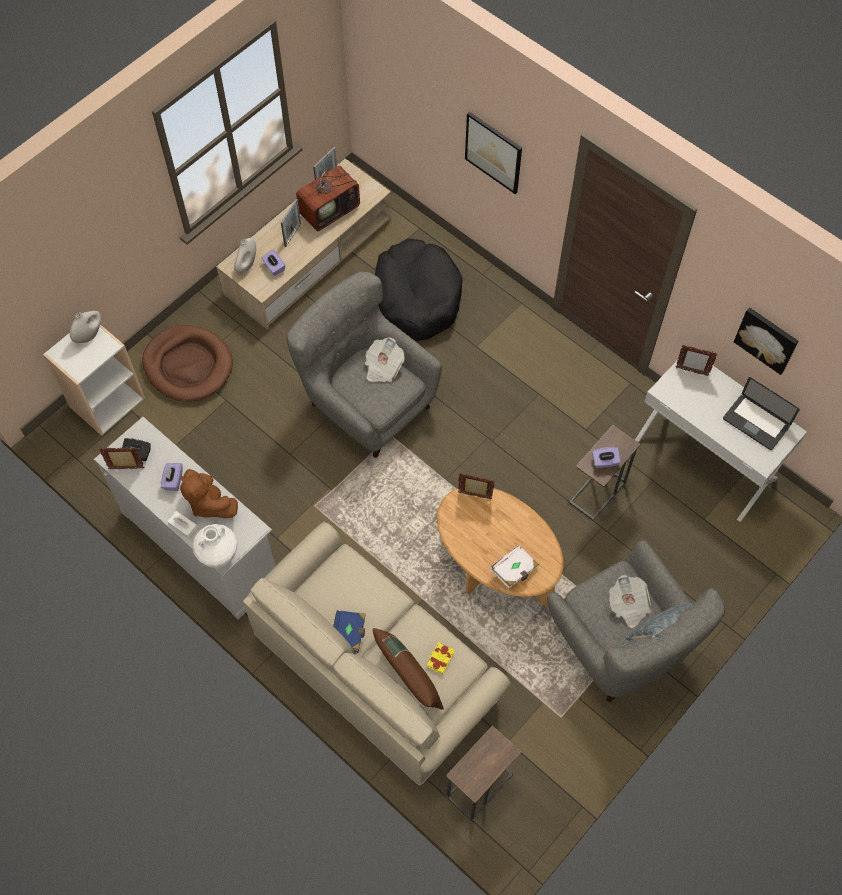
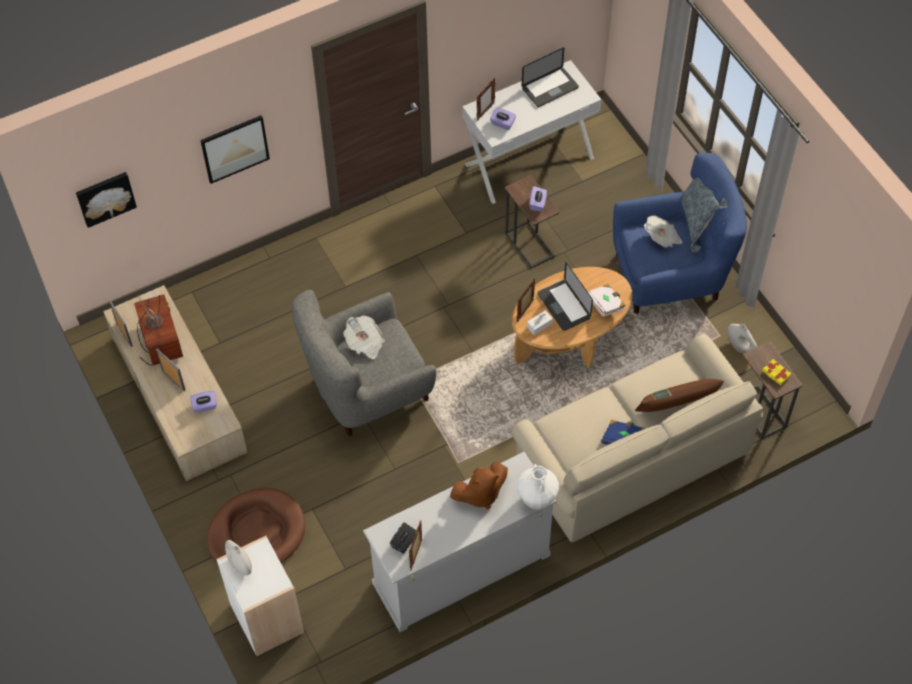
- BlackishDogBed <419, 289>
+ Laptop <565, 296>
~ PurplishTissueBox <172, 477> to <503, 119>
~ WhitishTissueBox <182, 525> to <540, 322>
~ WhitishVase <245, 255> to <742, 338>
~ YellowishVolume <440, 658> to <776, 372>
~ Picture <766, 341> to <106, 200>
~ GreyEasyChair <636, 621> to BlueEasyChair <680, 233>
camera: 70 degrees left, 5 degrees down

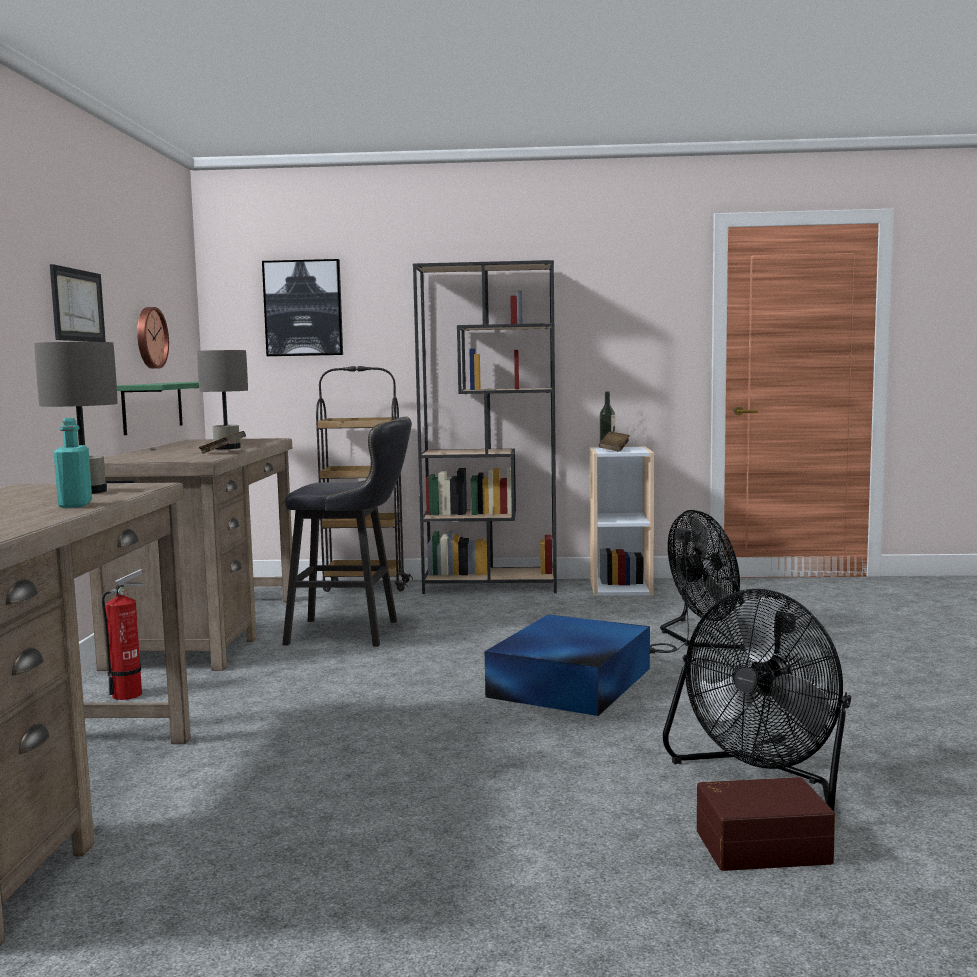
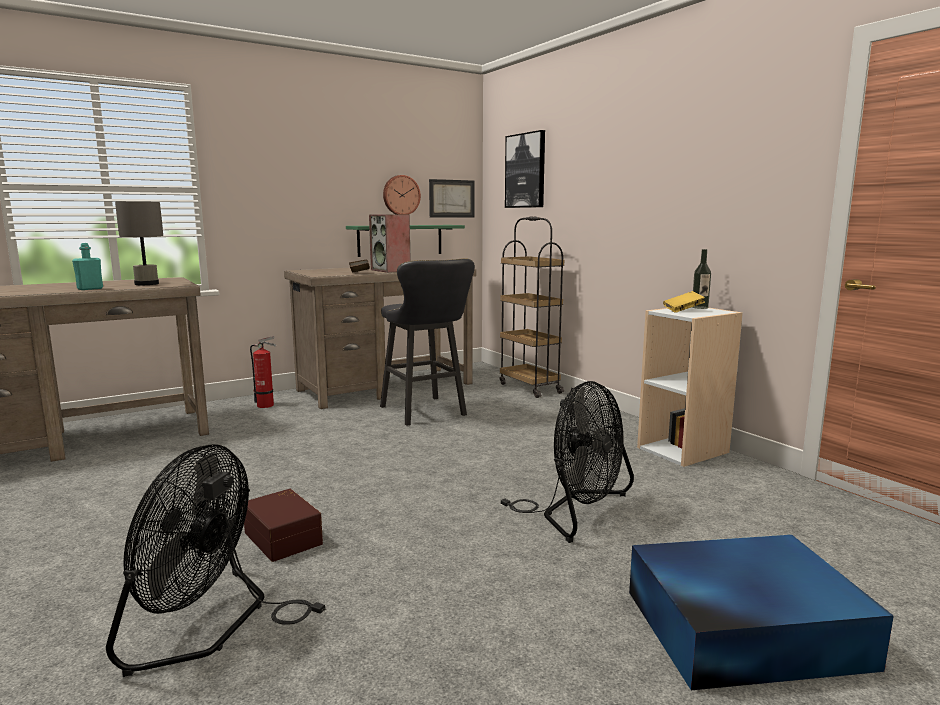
- ShelvingUnit <485, 427>
~ Picture <78, 303> to <452, 198>
~ BlueStorageContainer <567, 665> to <761, 612>
~ BrownishStorageContainer <766, 824> to <283, 525>
~ GreyTabletopLamp <222, 399> to Loudspeaker <390, 243>
~ BrownishVolume <614, 441> to YellowishVolume <684, 302>
camera: 55 degrees right, 5 degrees up

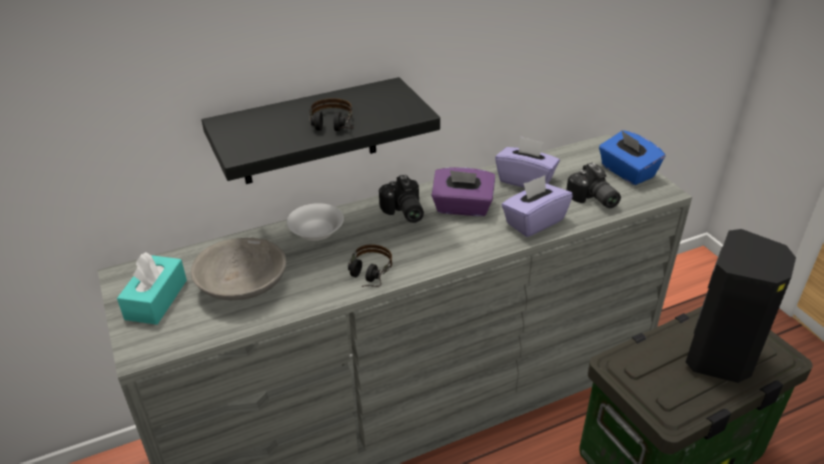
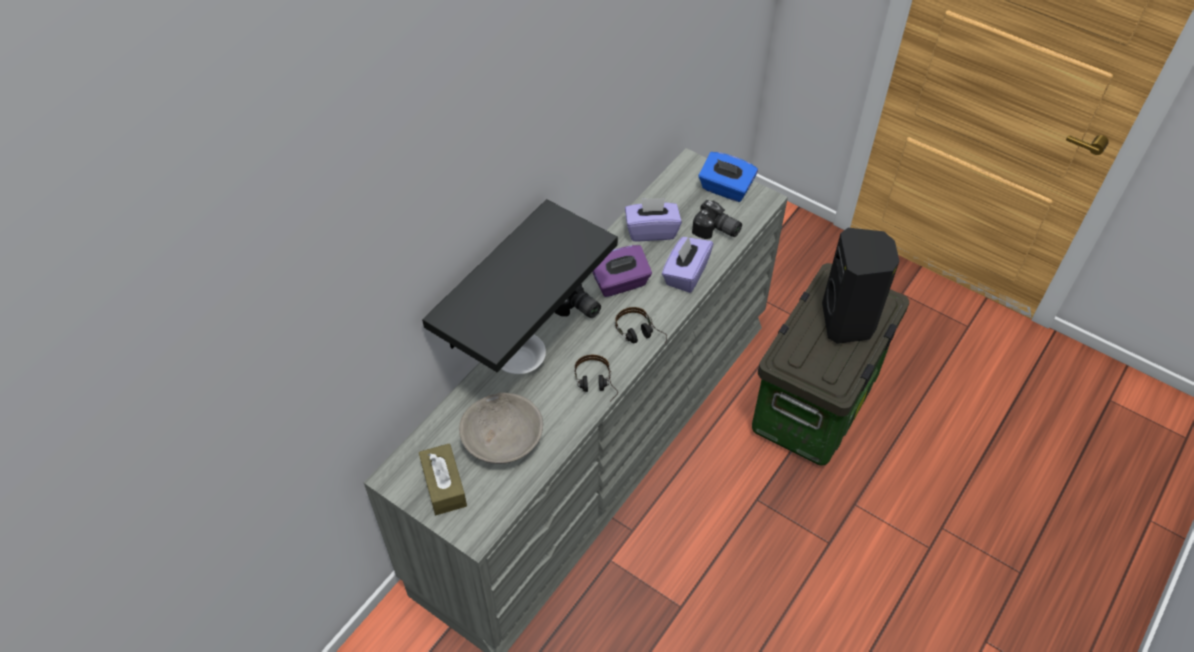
~ Headset <331, 114> to <641, 325>
~ BlueGreenTissueBox <152, 288> to BrownishTissueBox <443, 479>
camera: 30 degrees left, 15 degrees up

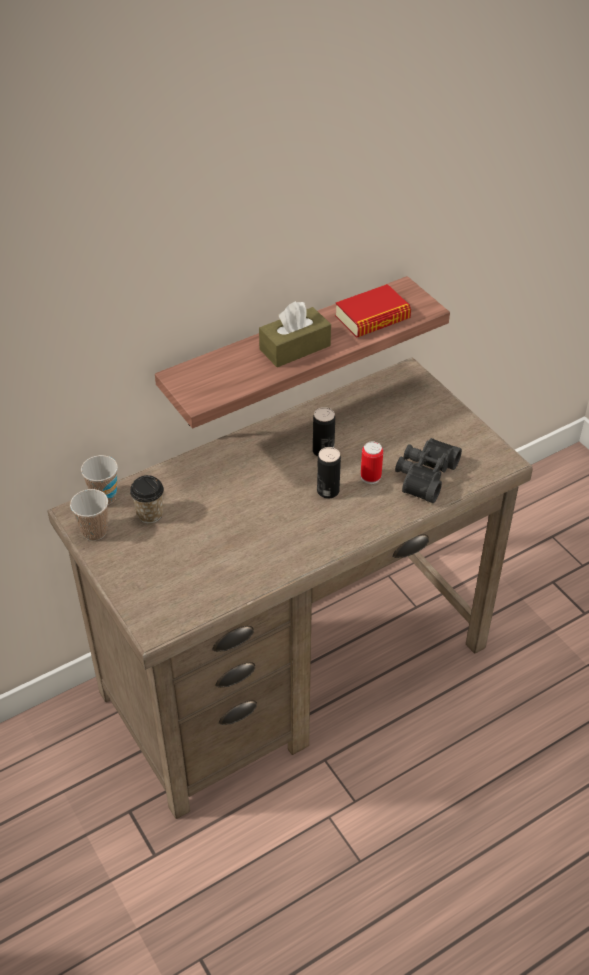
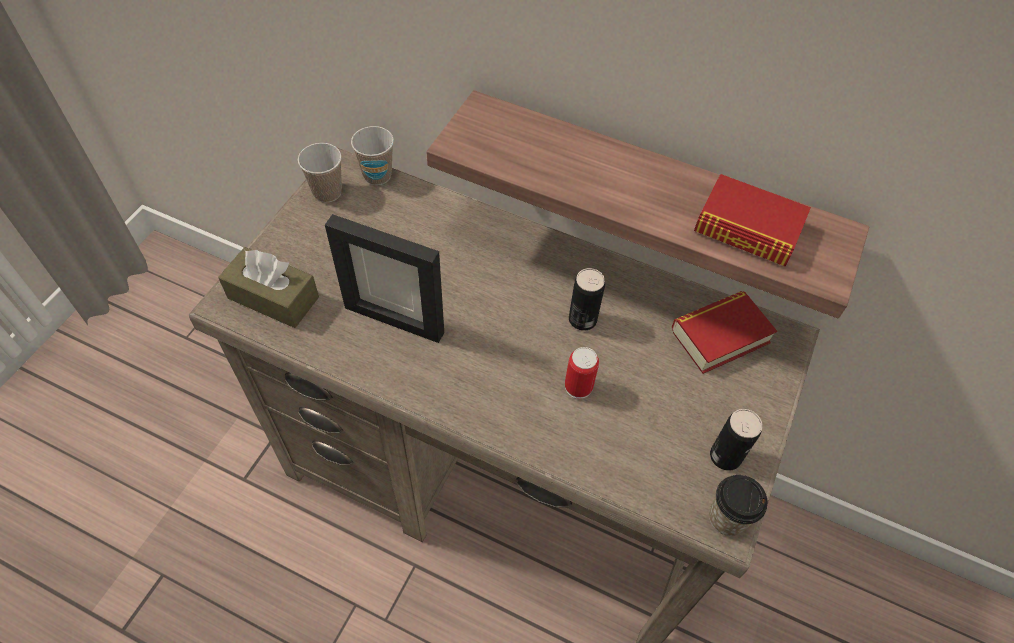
- BlackishFieldGlasses <428, 470>
+ PhotoFrame <384, 278>
+ Volume <724, 332>
~ DrinkingCup <147, 499> to <738, 505>
~ BrownishTissueBox <295, 334> to <268, 287>
~ MetalCan <329, 473> to <736, 440>
camera: 55 degrees right, 10 degrees up

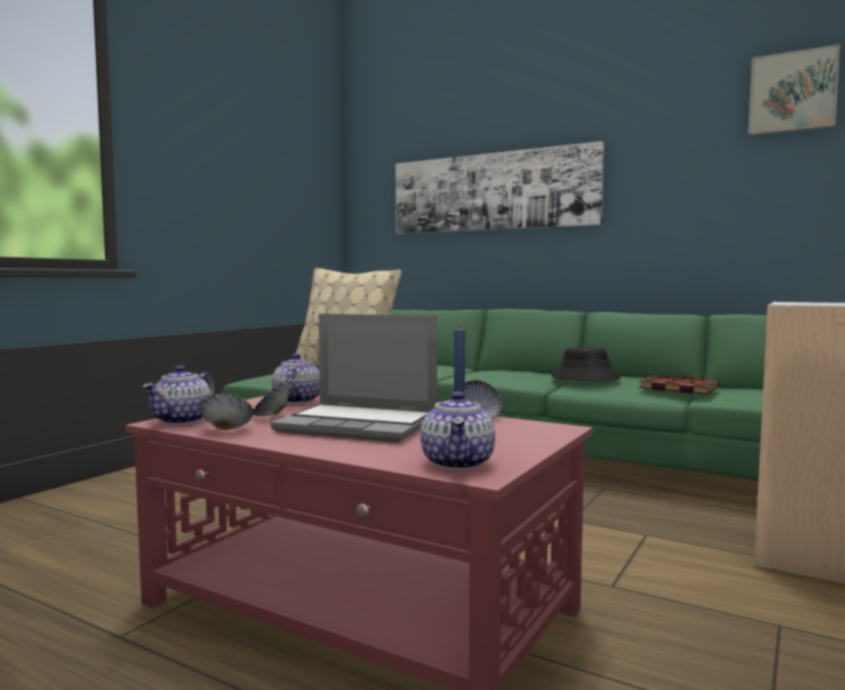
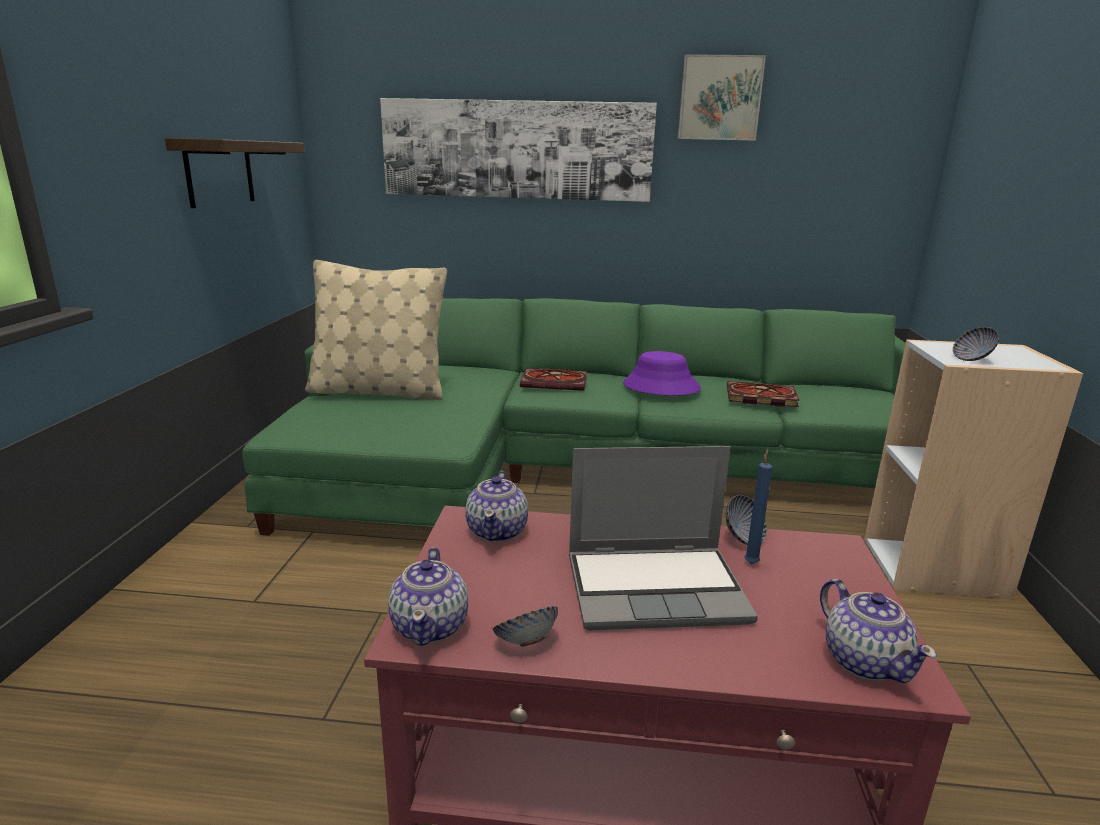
+ WallShelf <234, 173>
+ Volume <553, 379>
~ DeepDish <271, 398> to <976, 344>
~ Picture <794, 90> to <722, 97>
~ BlackishClothingHat <586, 364> to PurplishClothingHat <662, 373>
~ Teapot <296, 378> = <496, 506> 150 degrees counterclockwise
camera: 25 degrees left, 15 degrees up

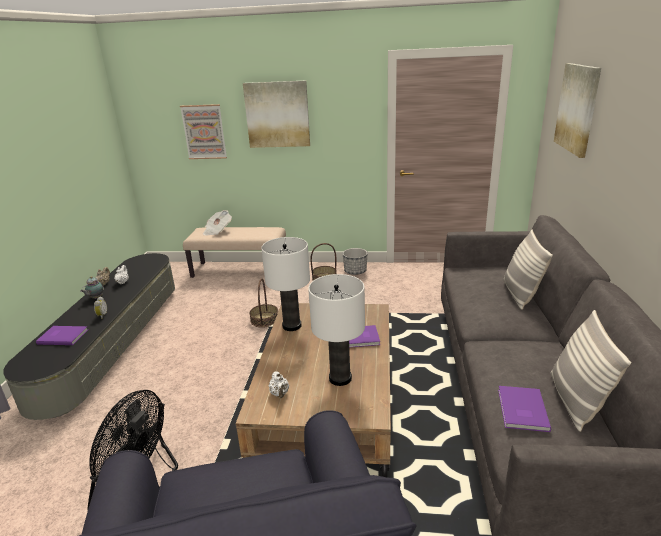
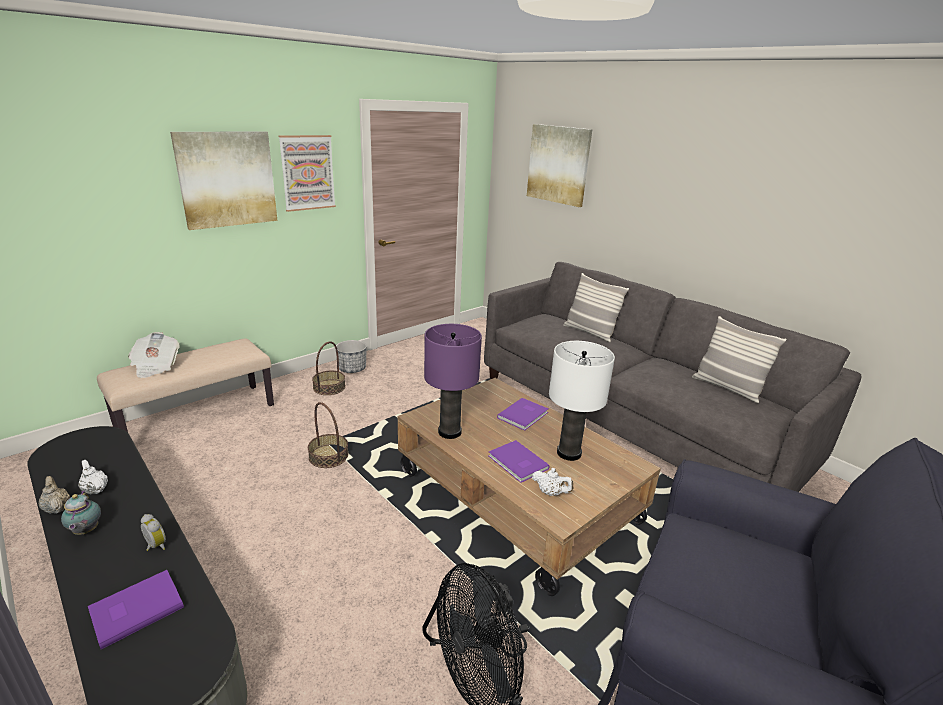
~ Picture <203, 131> to <307, 173>
~ PurplishVolume <524, 409> to <519, 461>
~ WhitishTabletopLamp <285, 284> to PurplishTabletopLamp <453, 381>
camera: 50 degrees left, 0 degrees up

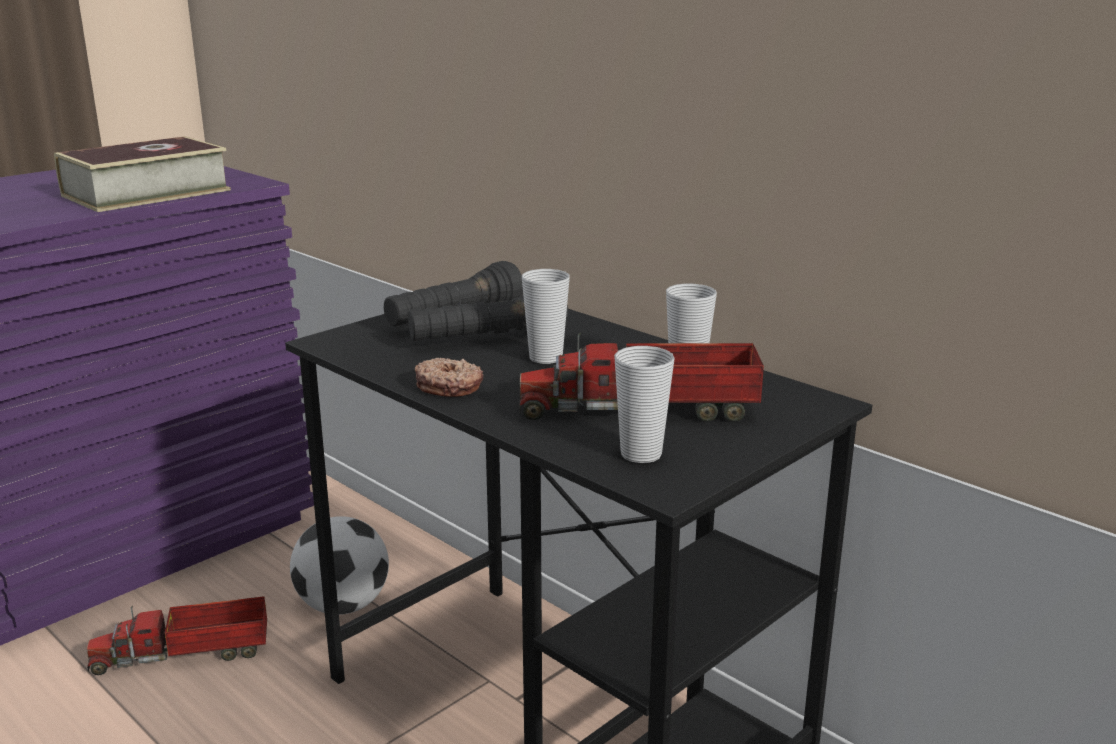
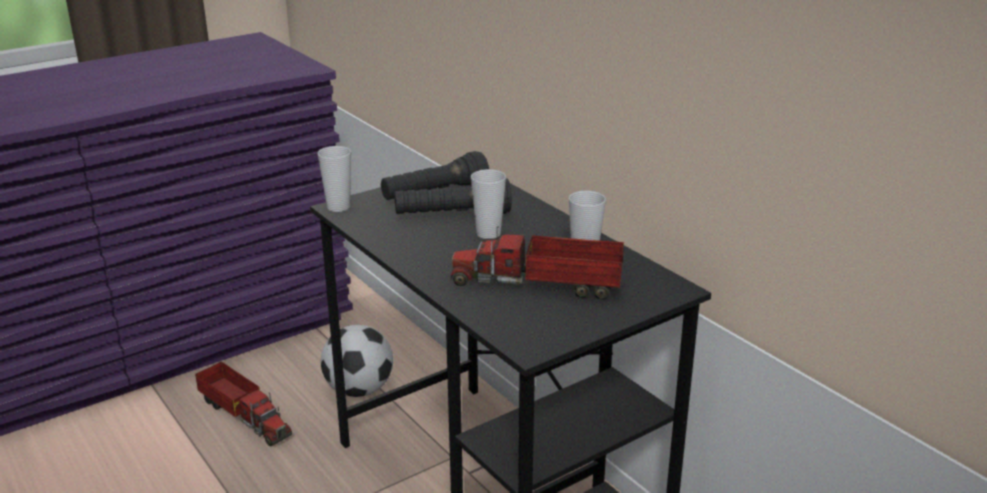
- Volume <142, 174>
- Doughnut <449, 377>
~ DrinkingCup <644, 404> to <334, 179>
~ ModelTruck <176, 635> = <243, 404> 135 degrees counterclockwise
camera: 10 degrees right, 5 degrees up

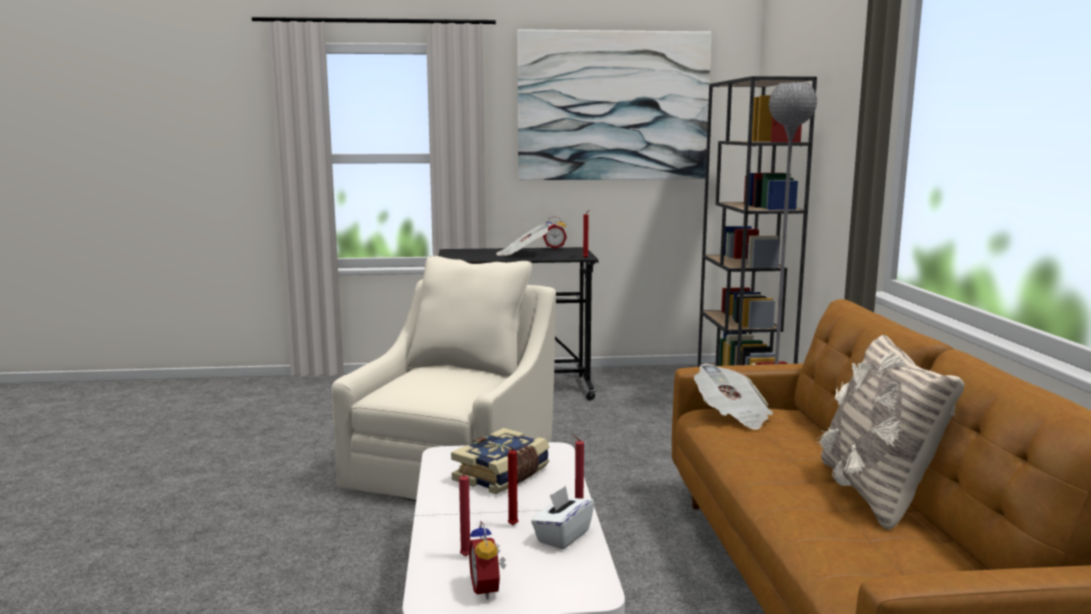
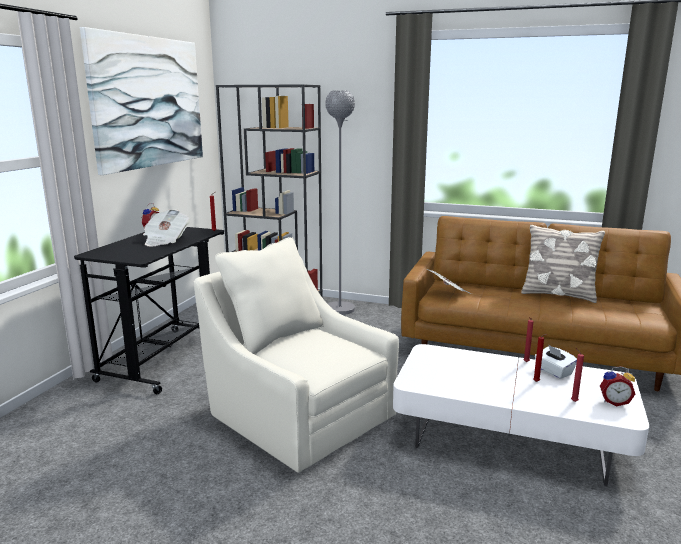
- Volume <500, 461>
camera: 65 degrees left, 5 degrees up

